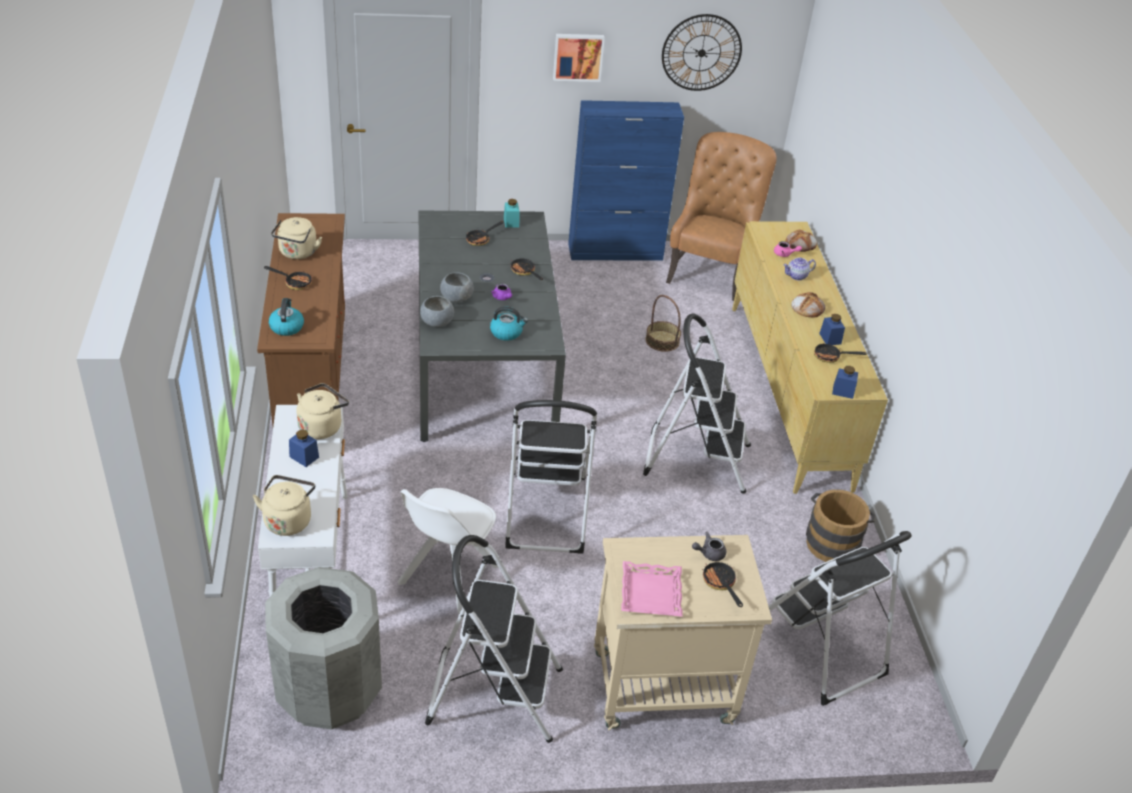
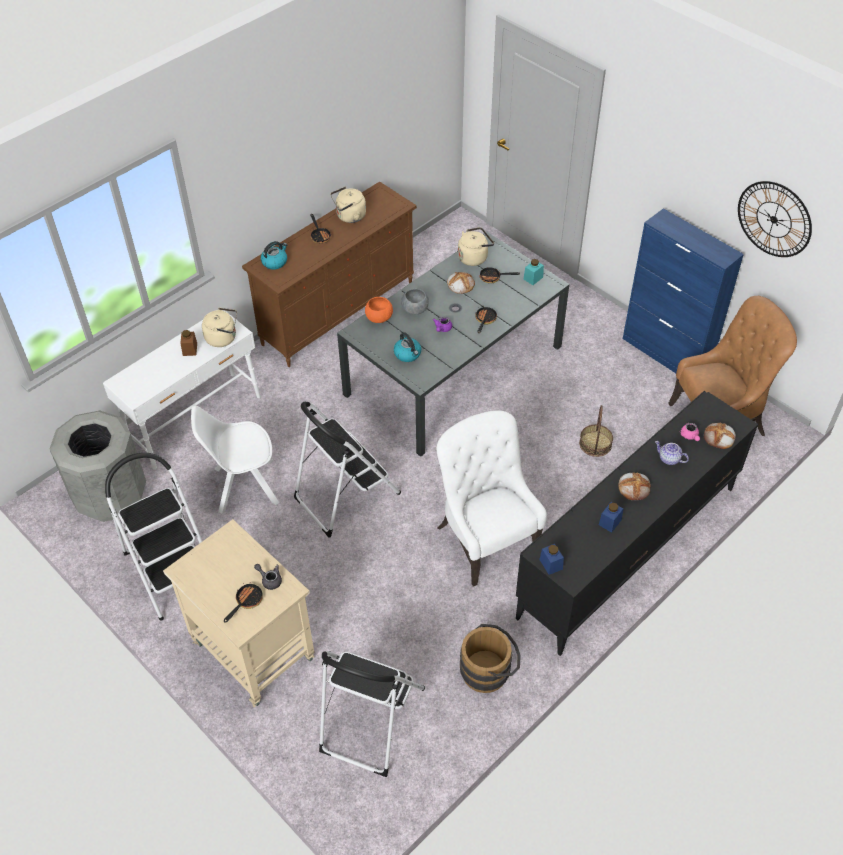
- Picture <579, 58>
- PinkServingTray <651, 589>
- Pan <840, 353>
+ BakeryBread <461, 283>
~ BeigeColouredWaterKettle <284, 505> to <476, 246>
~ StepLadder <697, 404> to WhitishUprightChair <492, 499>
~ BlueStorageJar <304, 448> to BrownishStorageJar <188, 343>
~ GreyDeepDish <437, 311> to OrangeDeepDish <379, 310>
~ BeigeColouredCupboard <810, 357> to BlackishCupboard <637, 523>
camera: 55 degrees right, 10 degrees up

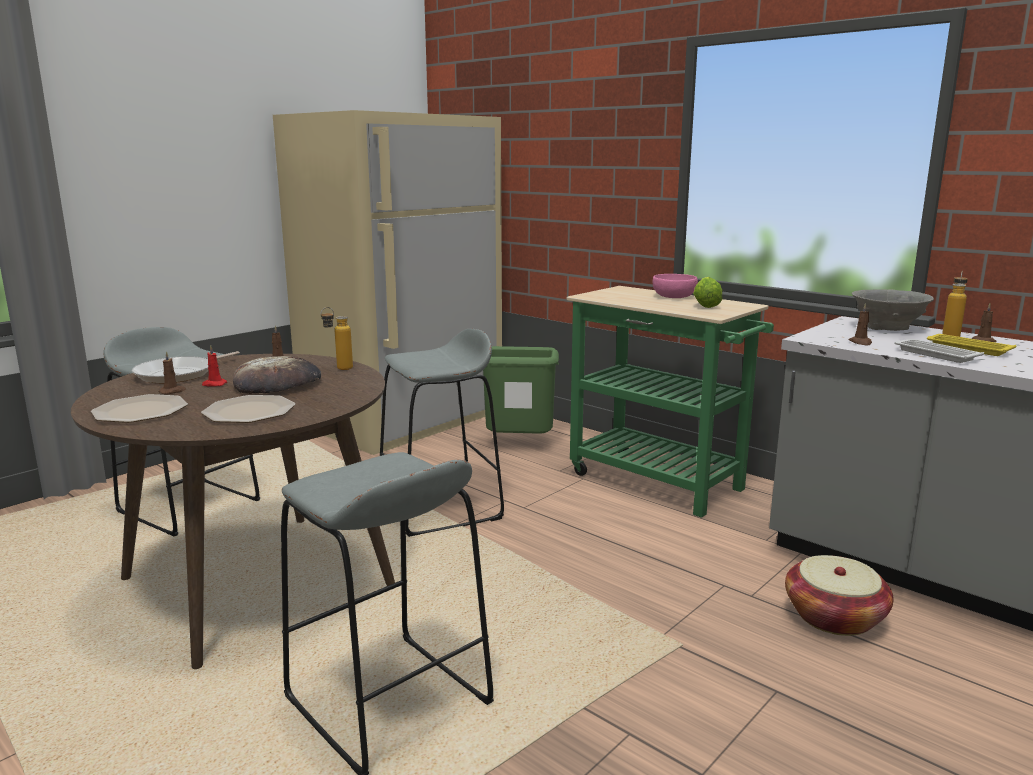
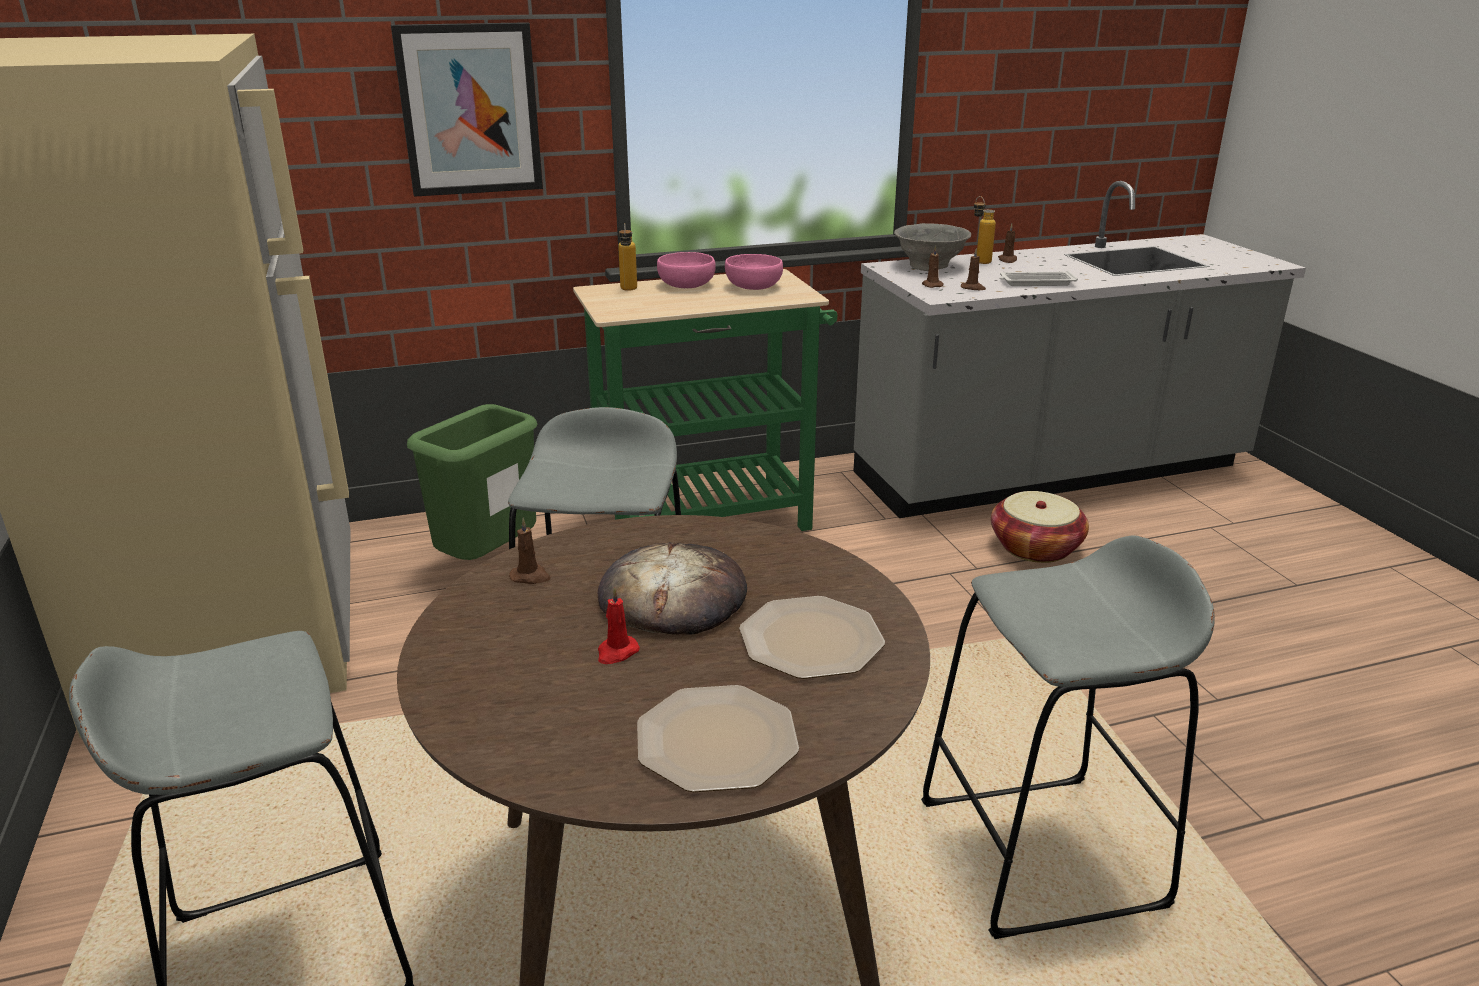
- Pan <186, 367>
- YellowishServingTray <971, 345>
+ Picture <467, 109>
~ BrownishWaxCandle <172, 372> to <933, 267>
~ BeverageBottle <336, 338> to <627, 257>
~ HeadOfLettuce <707, 292> to PinkDeepDish <754, 272>
camera: 60 degrees left, 10 degrees up

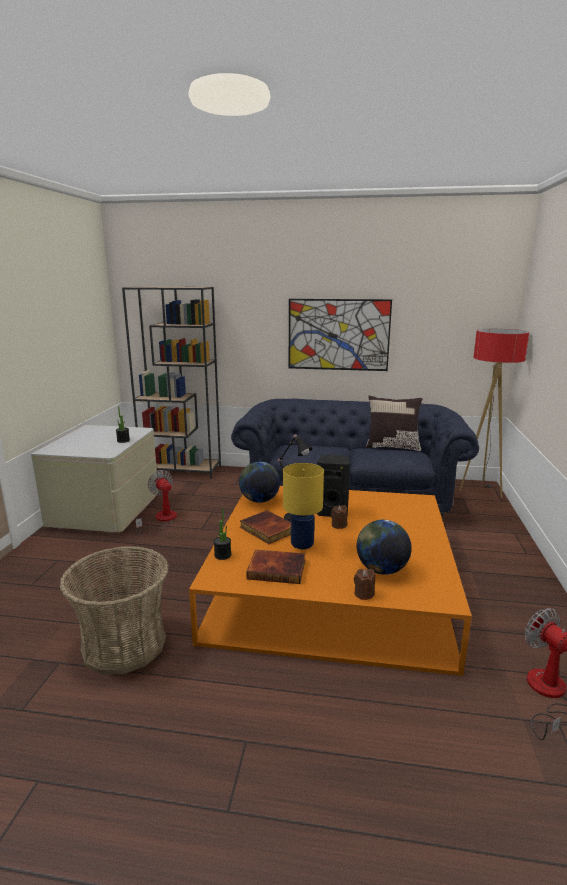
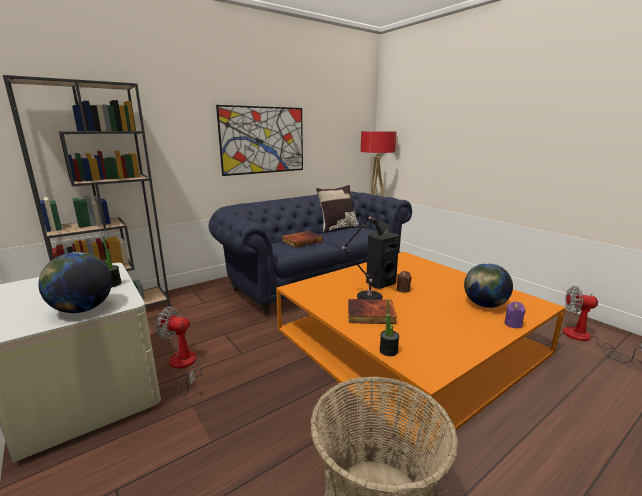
- YellowishTabletopLamp <303, 506>
~ WorldGlobe <259, 482> to <75, 282>
~ Volume <275, 566> to <302, 239>
~ BrownishWaxCandle <364, 584> to PurplishWaxCandle <514, 314>
camera: 45 degrees left, 0 degrees up

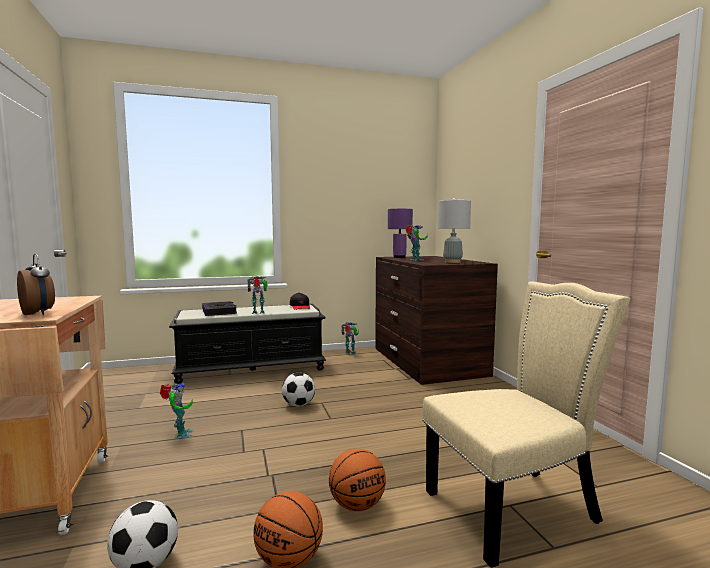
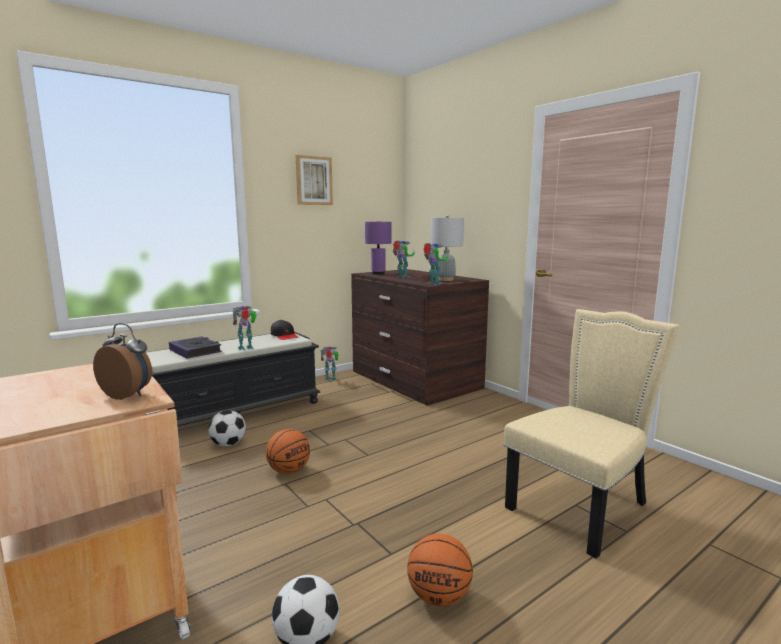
+ Picture <314, 180>
~ ToyRobot <176, 410> to <436, 264>
~ Football <298, 390> to <227, 428>
~ Basketball <357, 480> to <288, 451>
camera: 20 degrees left, 5 degrees up

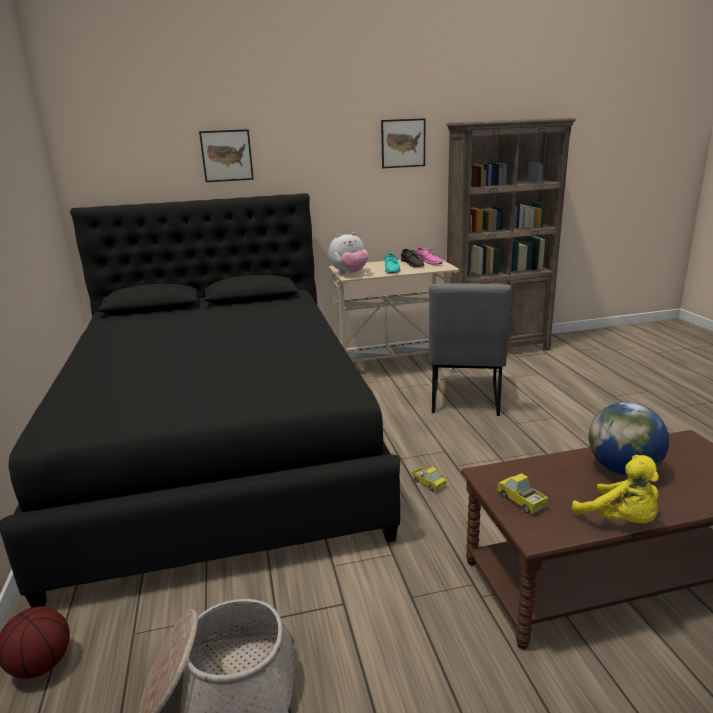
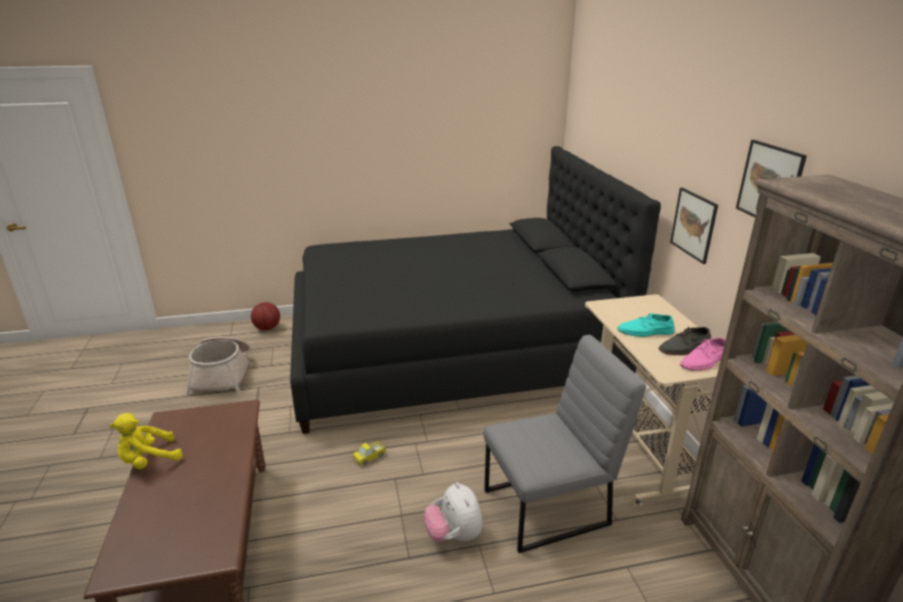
- ModelTruck <523, 493>
- WorldGlobe <629, 438>
~ Picture <226, 155> to <694, 226>
~ SoftToy <348, 253> to <453, 512>
~ GreyUprightChair <470, 349> = <564, 444> 150 degrees clockwise
camera: 90 degrees right, 5 degrees up

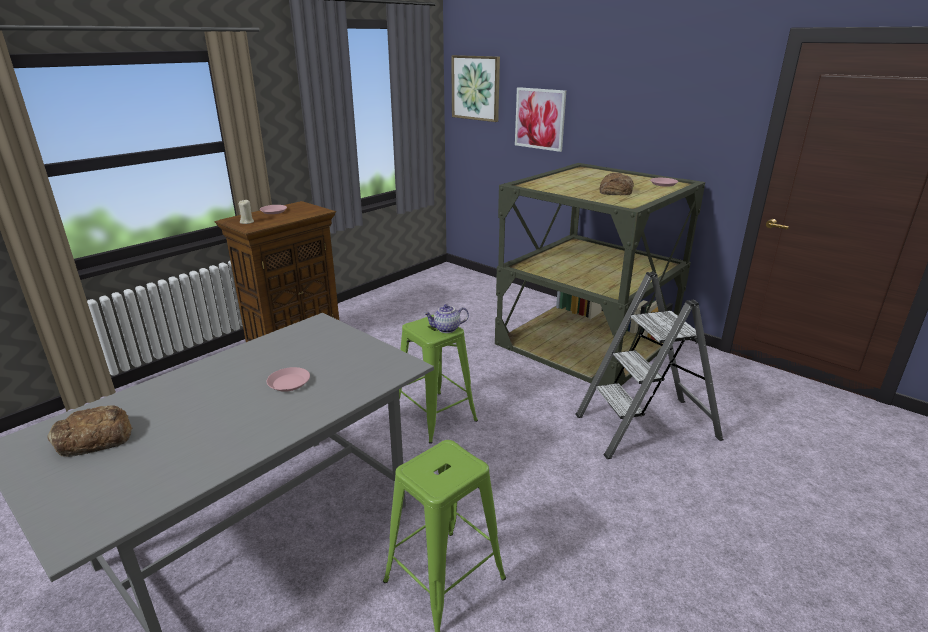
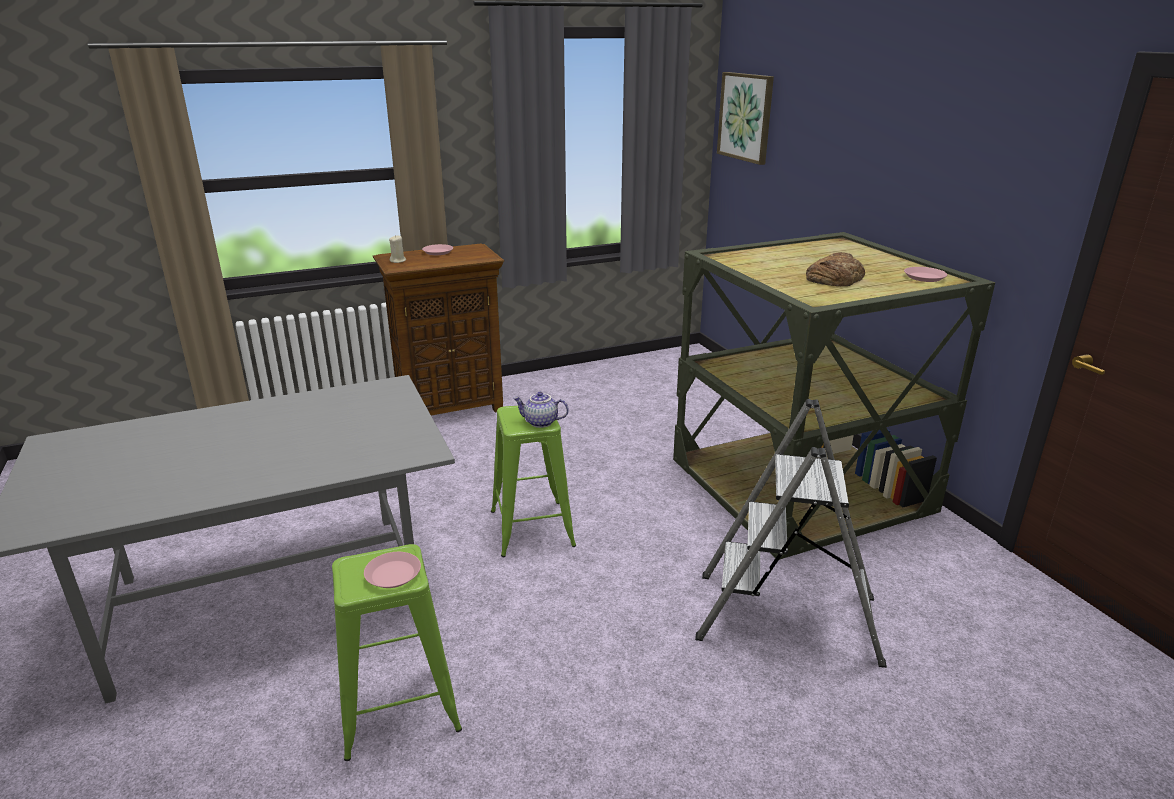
- BakeryBread <89, 431>
- Picture <540, 119>
~ PinkFlatDish <288, 379> to <392, 570>
camera: 25 degrees right, 0 degrees up

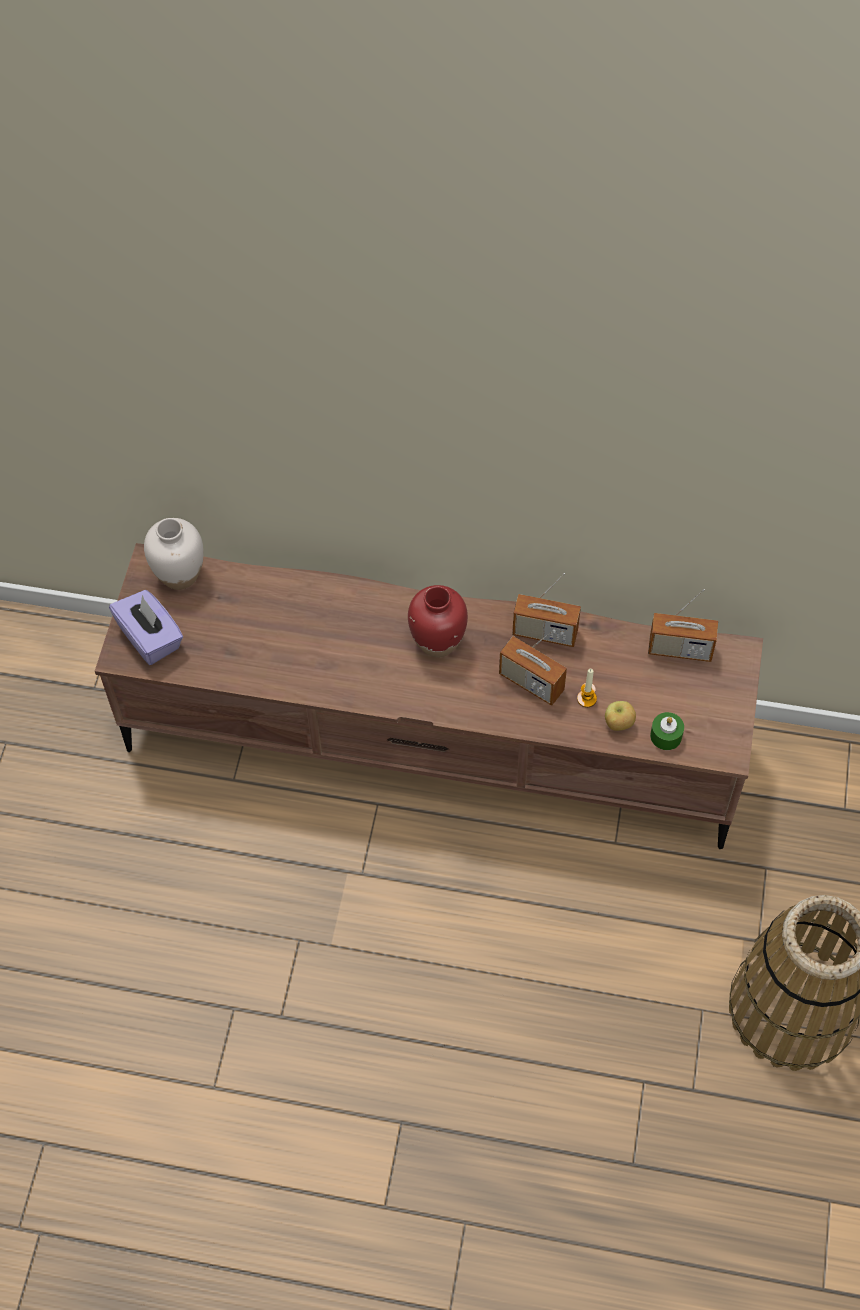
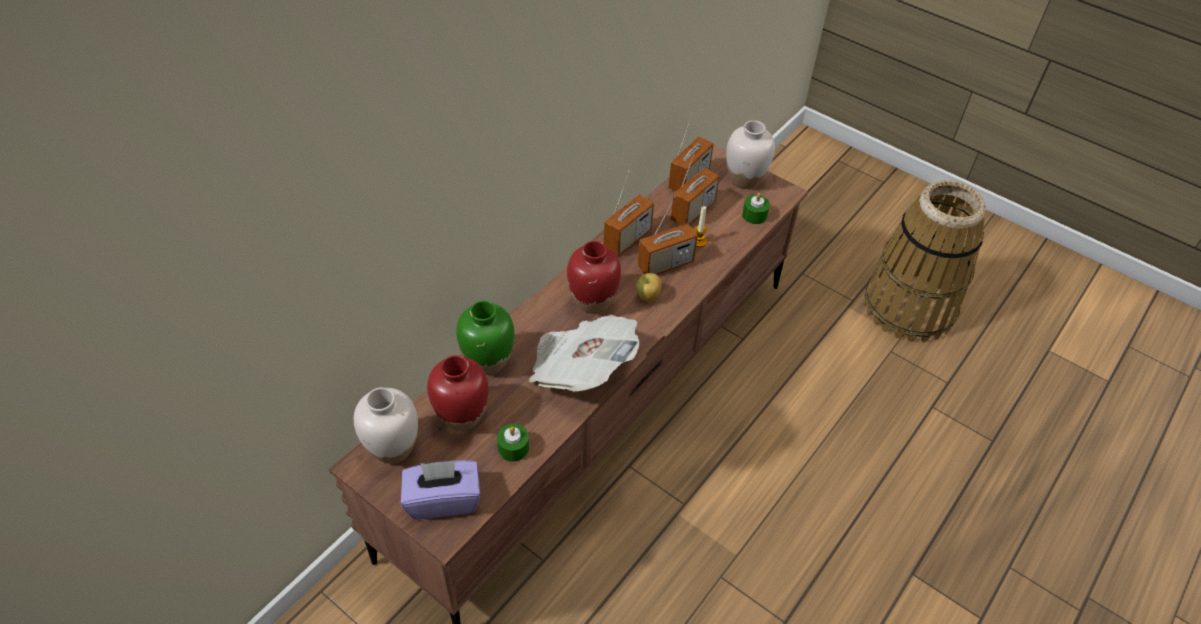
+ RedColouredVase <458, 393>
+ GreenColouredVase <485, 338>
+ GreenColouredWaxCandle <513, 443>
+ PrintedPaper <584, 353>
+ RadioSet <695, 184>
+ WhitishVase <750, 154>
~ AppleFruit <620, 716> to <649, 287>
camera: 65 degrees left, 10 degrees down

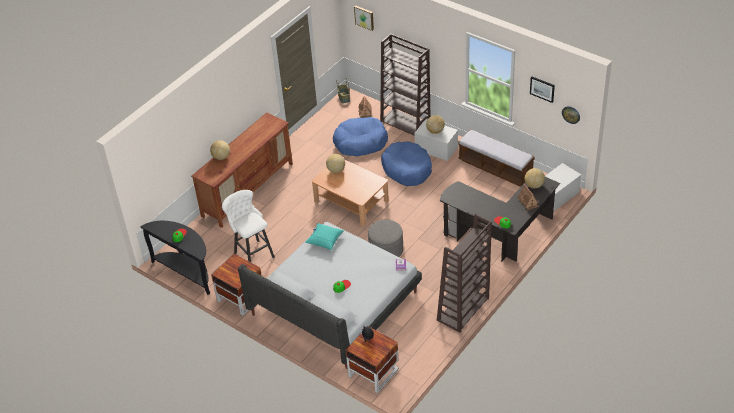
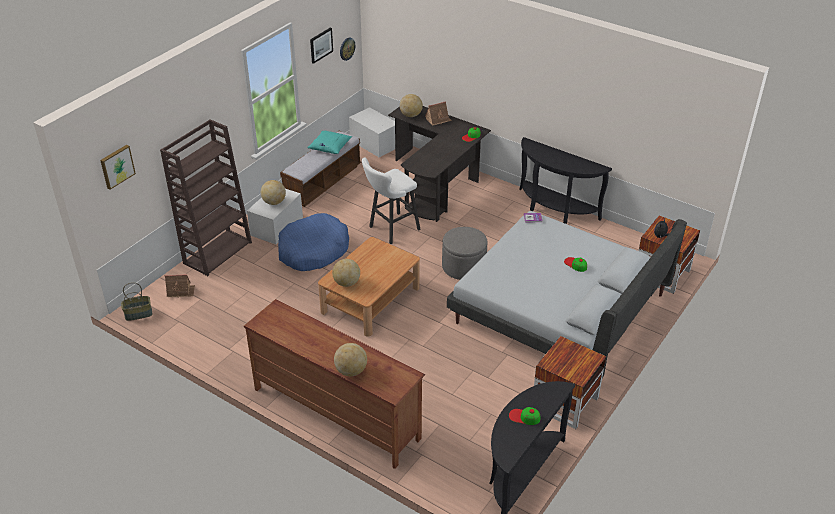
- BlueDogBed <360, 136>
~ WhitishStool <248, 226> to <391, 200>
~ BlueGreenThrowPillow <324, 236> to <329, 142>
~ BrownishShelvingUnit <464, 273> to BlackishHallTable <565, 180>
camera: 95 degrees left, 5 degrees down

